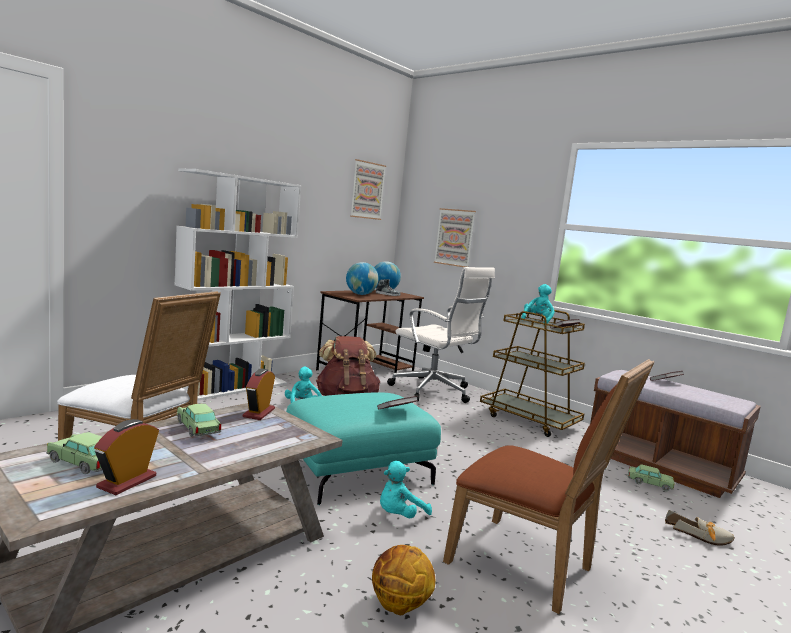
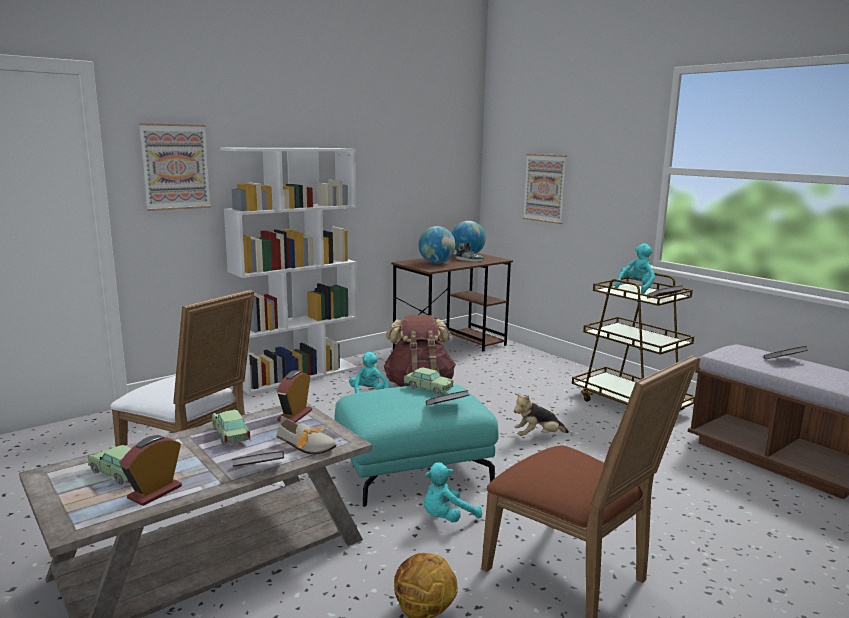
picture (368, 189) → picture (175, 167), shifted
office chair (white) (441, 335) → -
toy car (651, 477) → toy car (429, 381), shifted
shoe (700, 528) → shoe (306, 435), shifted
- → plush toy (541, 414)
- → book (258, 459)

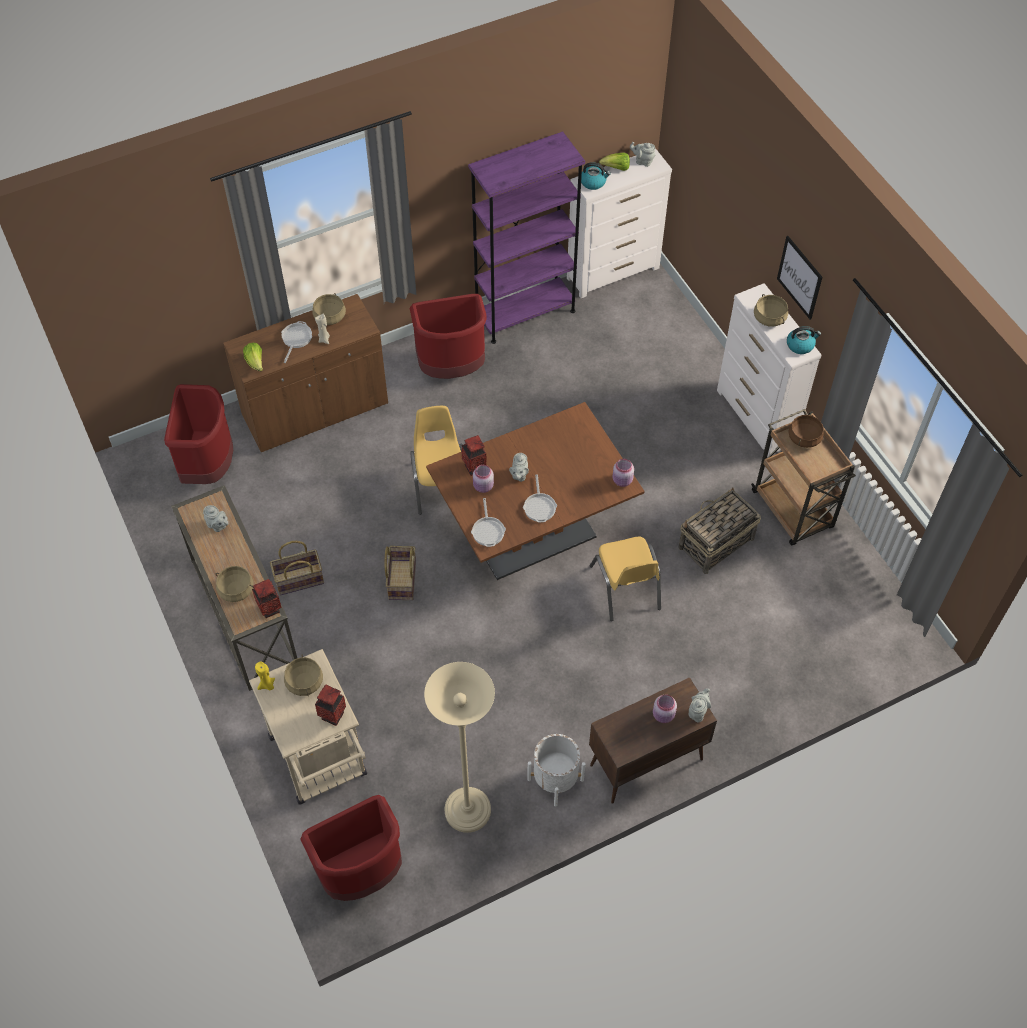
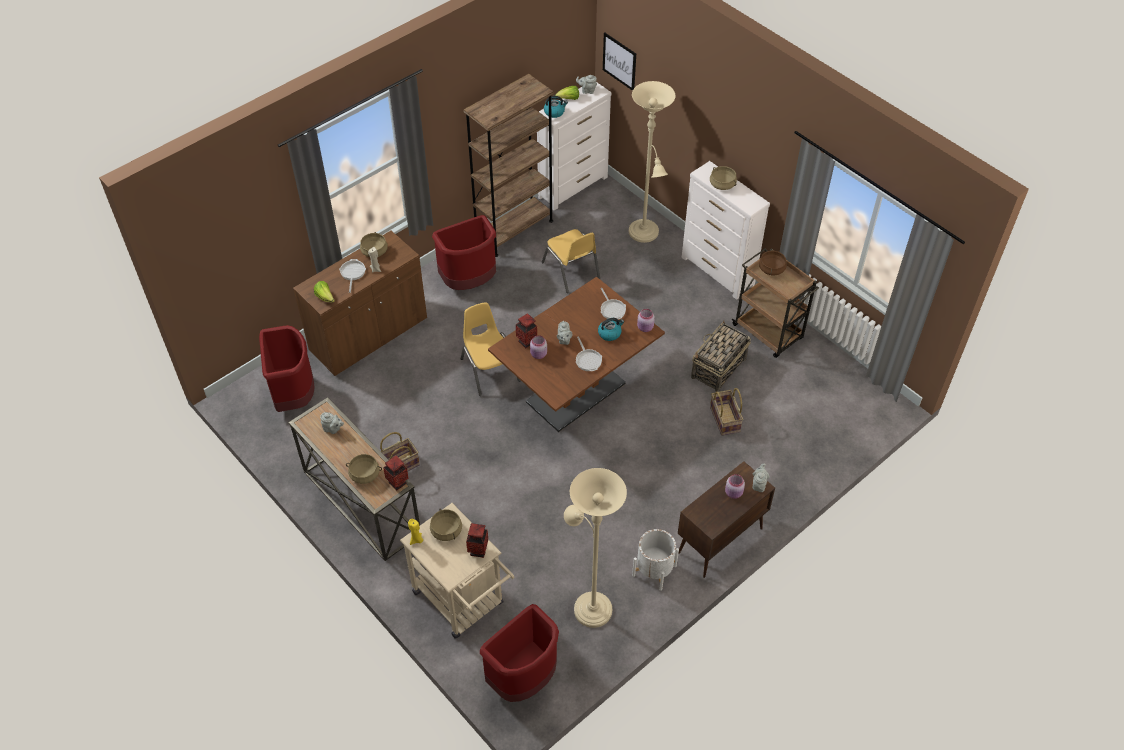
bookcase (purple) (526, 237) → bookcase (brown) (508, 165)
picture (799, 278) → picture (619, 62), shifted
kettle (804, 340) → kettle (611, 329), shifted
frying pan (488, 522) → frying pan (613, 303), shifted
chair (yellow) (625, 579) → chair (yellow) (571, 261), shifted
basket (400, 573) → basket (726, 412), shifted
- → floor lamp (beige) (652, 162)

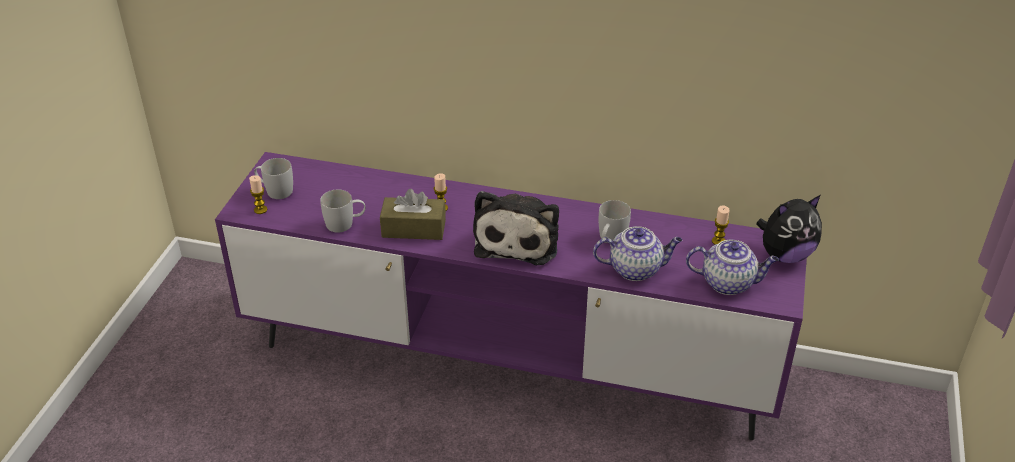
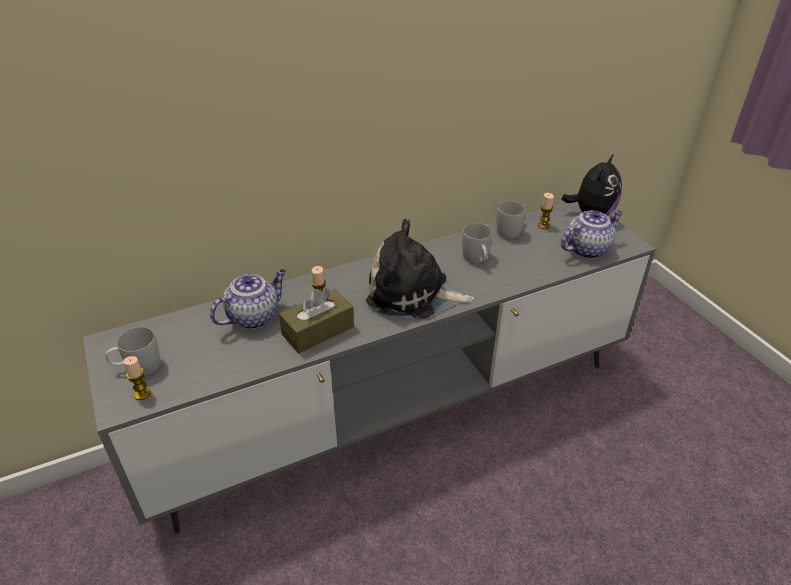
tv stand (purple) (511, 296) → tv stand (grey) (369, 367)
mug (white) (343, 210) → mug (white) (511, 220), shifted
plush toy (516, 228) → plush toy (420, 269), 135 degrees clockwise
teapot (637, 253) → teapot (248, 299), shifted

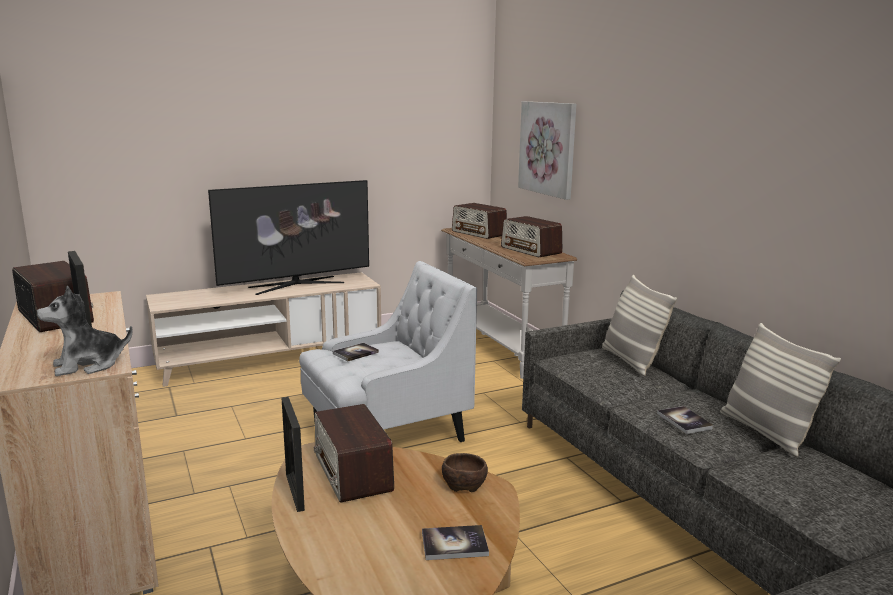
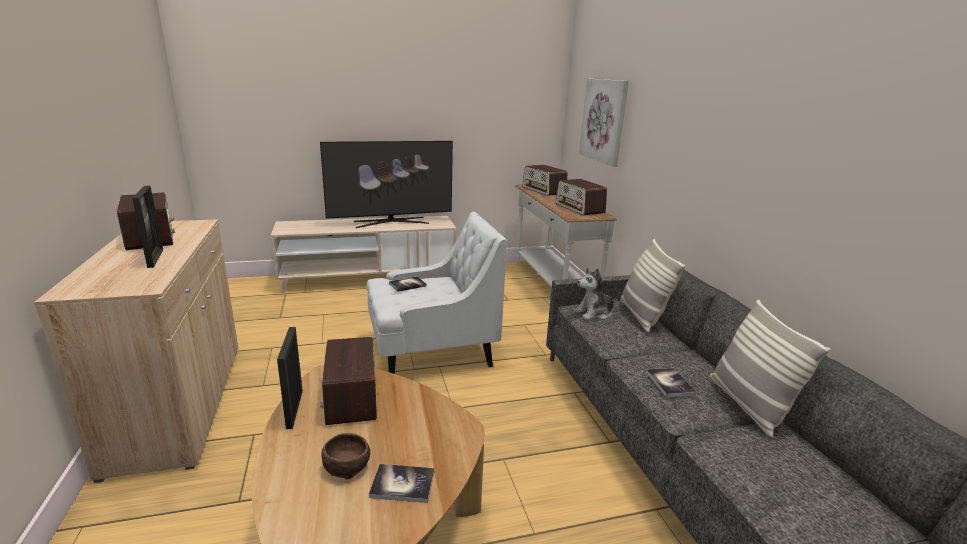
plush toy (84, 331) → plush toy (597, 294), shifted
bowl (brown) (465, 472) → bowl (brown) (346, 456), shifted

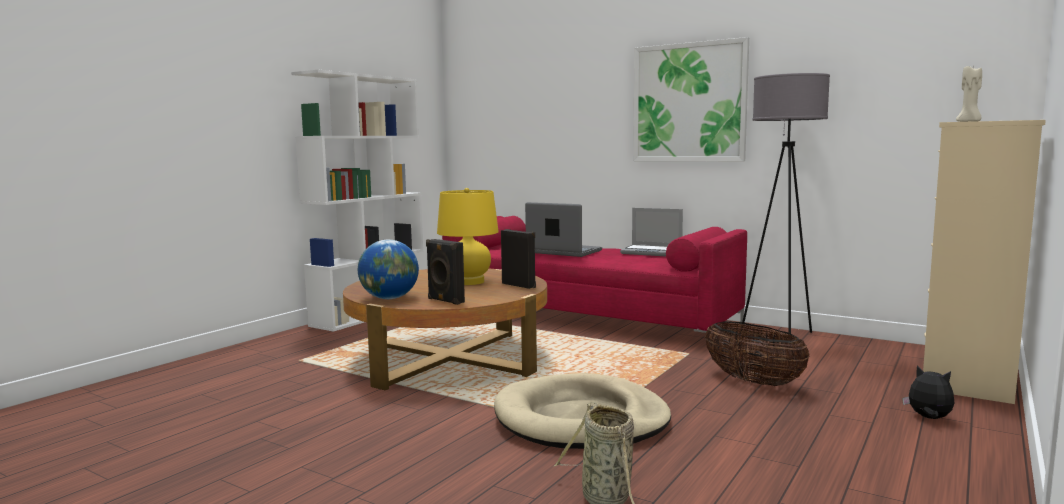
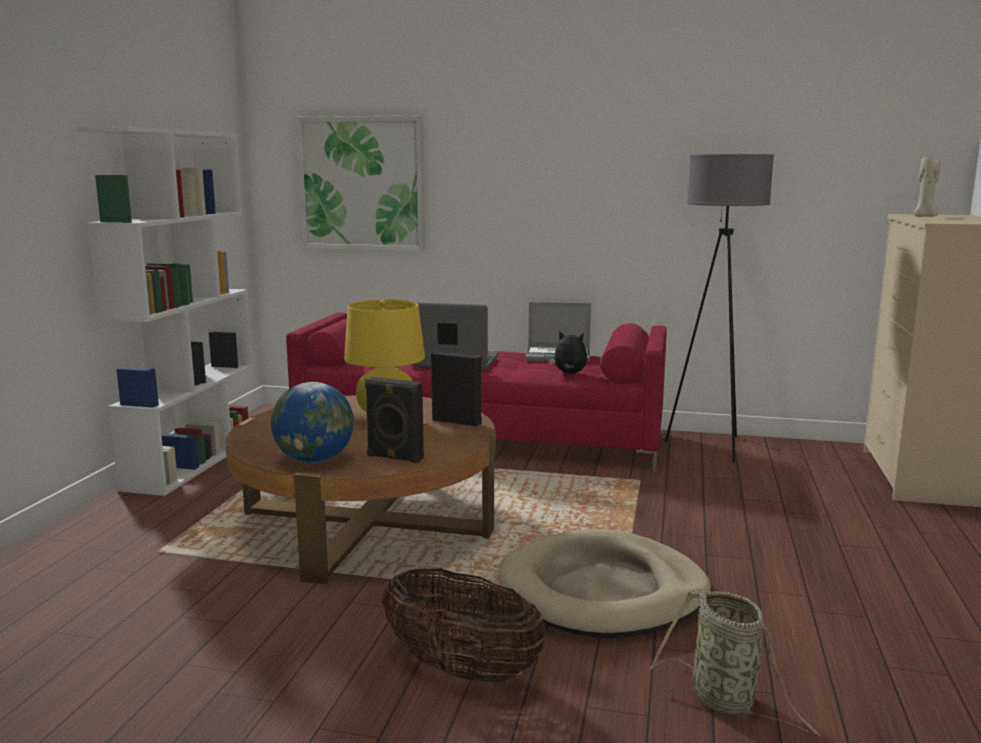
picture (691, 99) → picture (360, 183), shifted
basket (757, 353) → basket (464, 625), shifted
plush toy (928, 392) → plush toy (568, 352), shifted

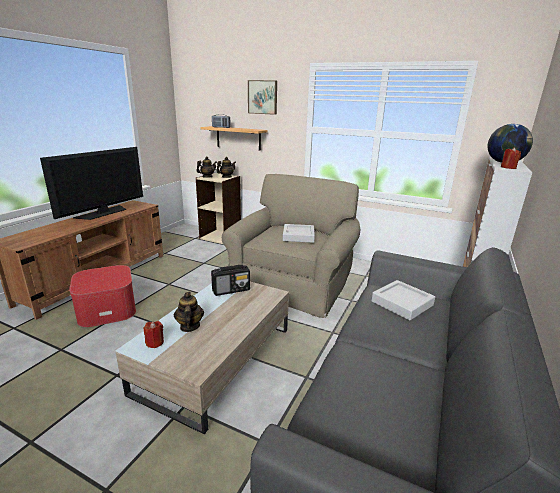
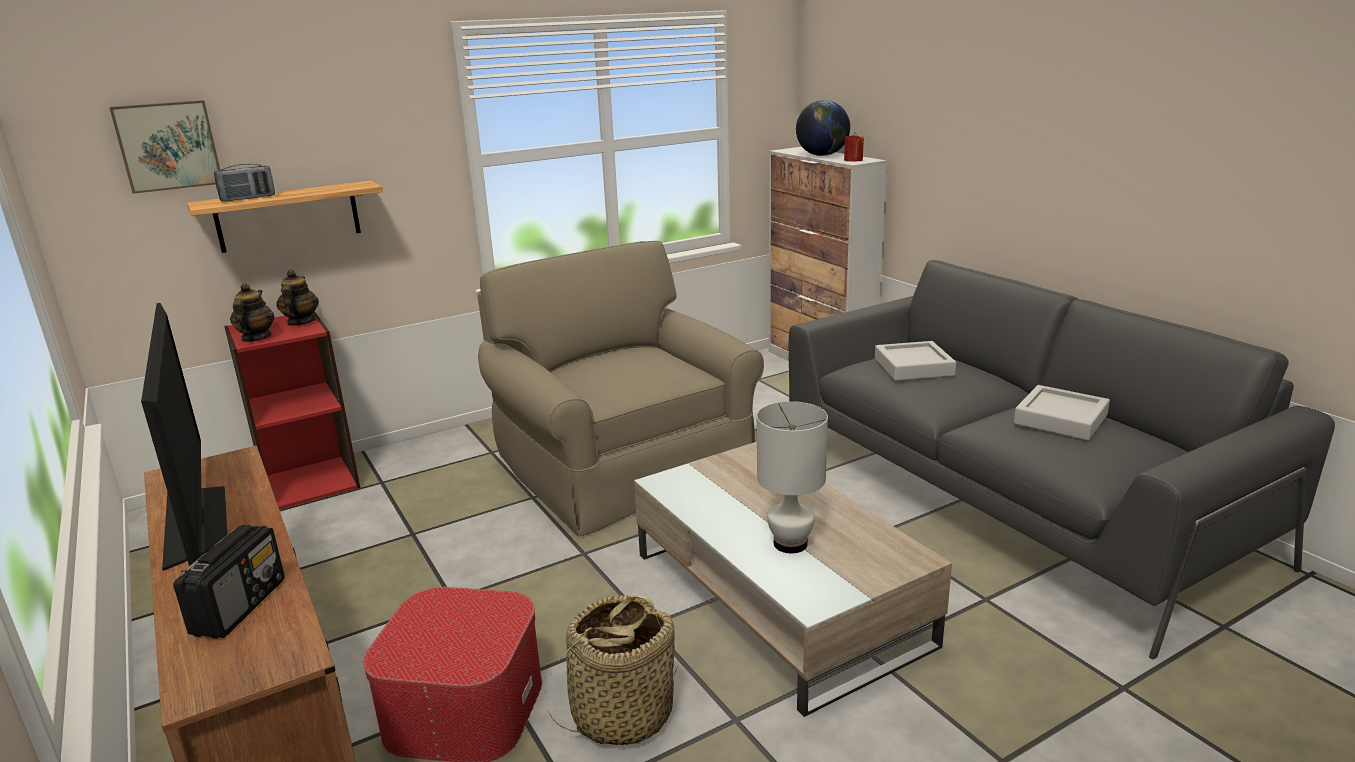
picture (262, 97) → picture (164, 147), shifted
bookcase (beige) (218, 208) → bookcase (red) (292, 410)
tray (grey) (299, 233) → tray (grey) (1062, 412), shifted
radio (230, 280) → radio (229, 582), shifted
teapot (189, 312) → table lamp (white) (792, 477)
candle (red) (154, 334) → -
- → basket (612, 670)

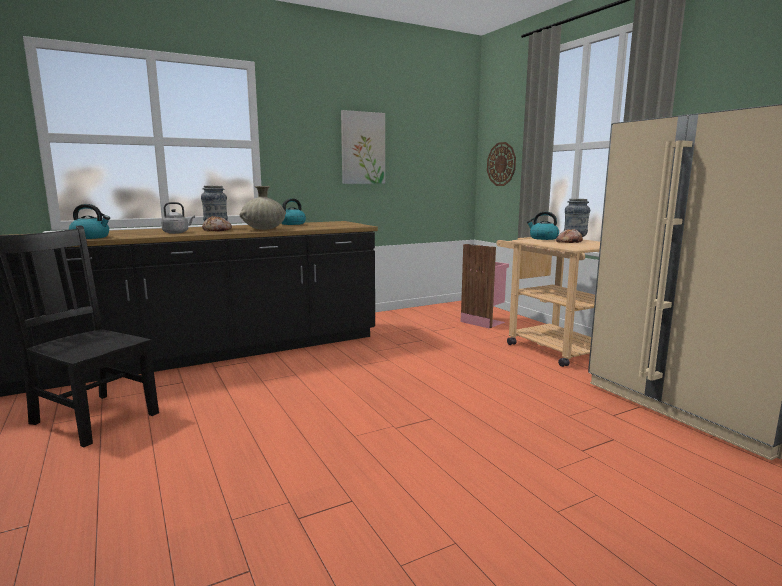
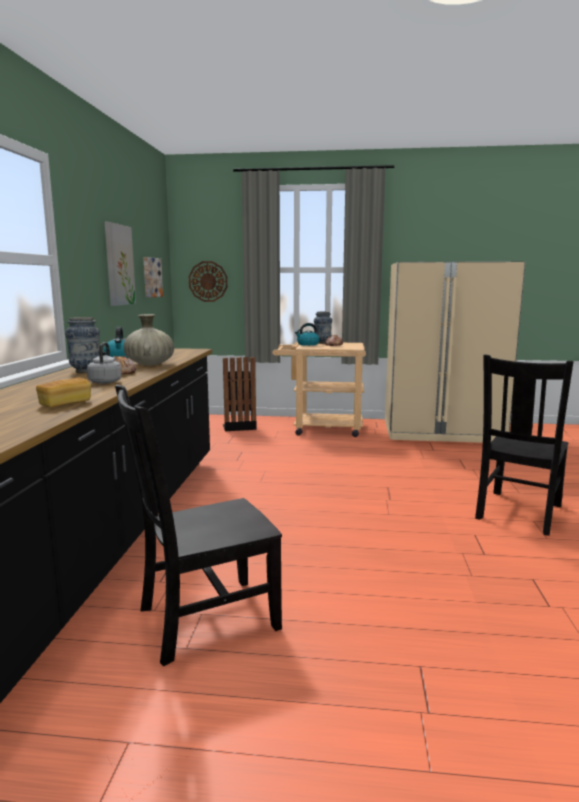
kettle (89, 221) → bread (63, 392)
trash can (pink) (485, 286) → trash can (black) (240, 394)
- → picture (153, 277)
- → chair (black) (524, 445)

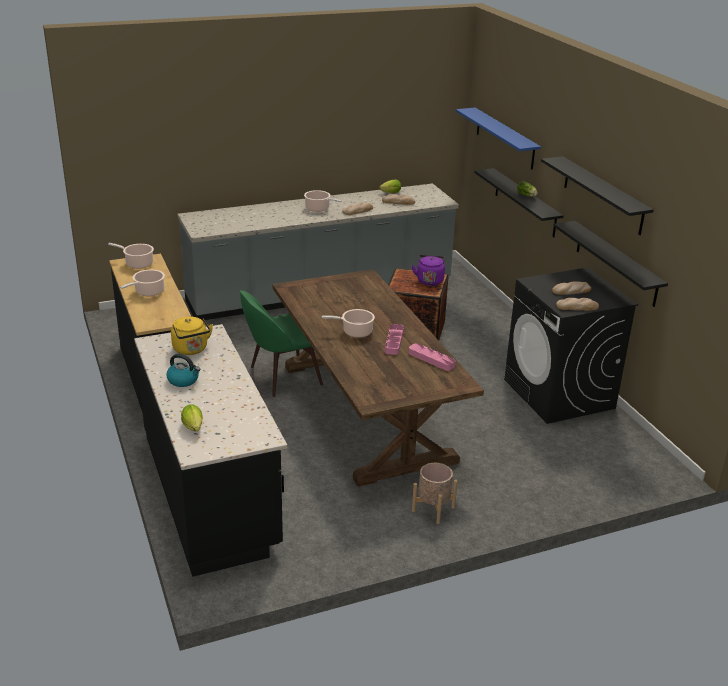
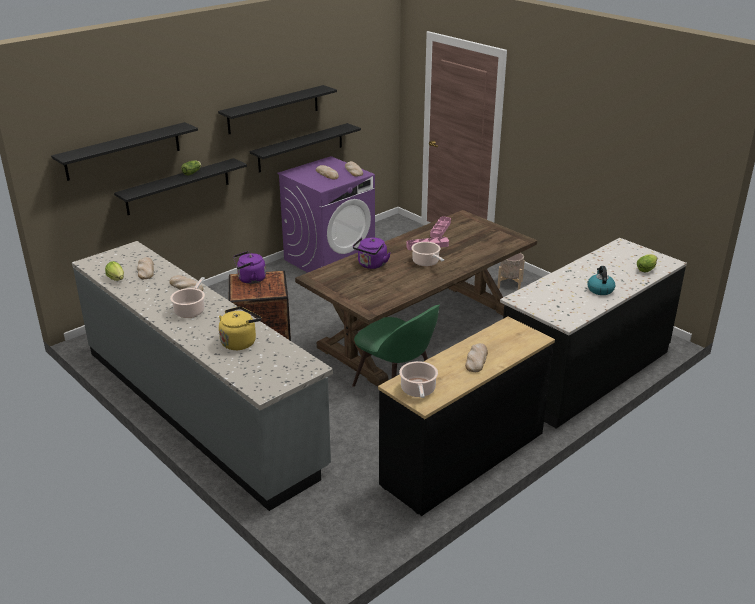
shelf (blue) (498, 139) → shelf (black) (124, 151)
washing machine (black) (571, 345) → washing machine (purple) (326, 214)
cooking pot (142, 283) → bread (476, 357)
kettle (yellow) (192, 336) → kettle (yellow) (240, 328), shifted
- → kettle (purple) (371, 253)

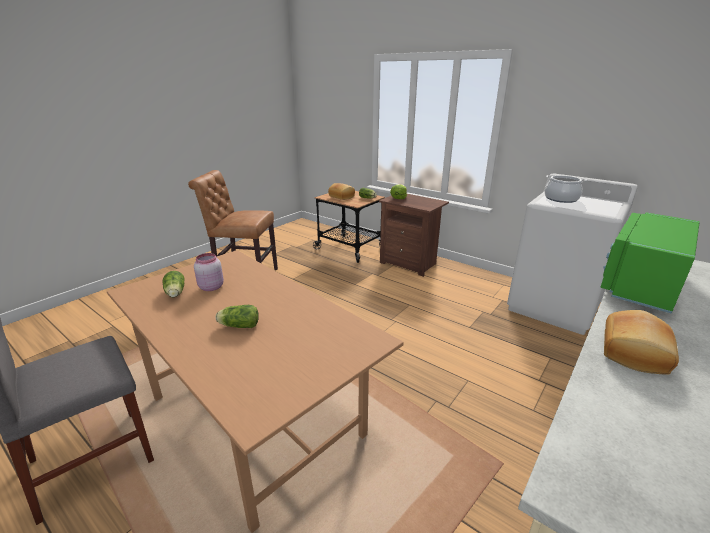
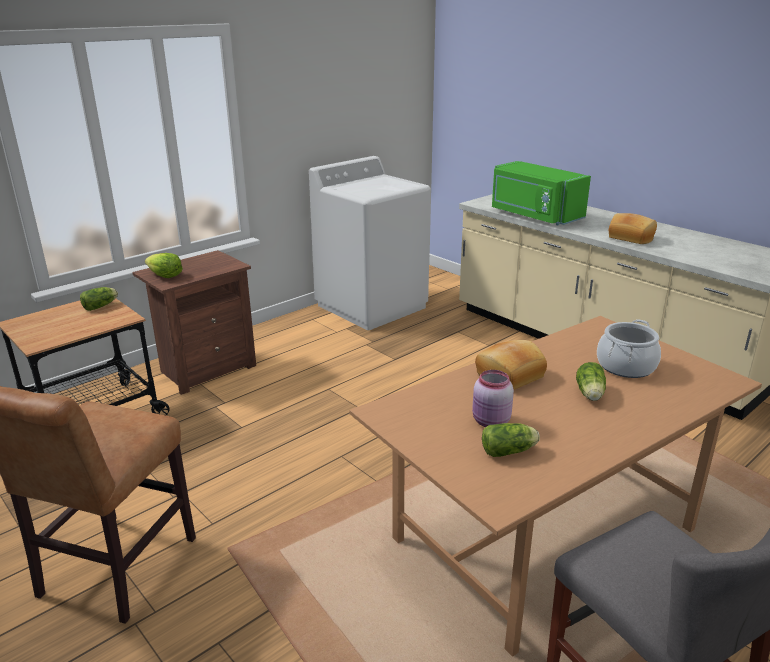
cooking pot (566, 189) → cooking pot (629, 348), shifted
bread (341, 191) → bread (511, 365), shifted

